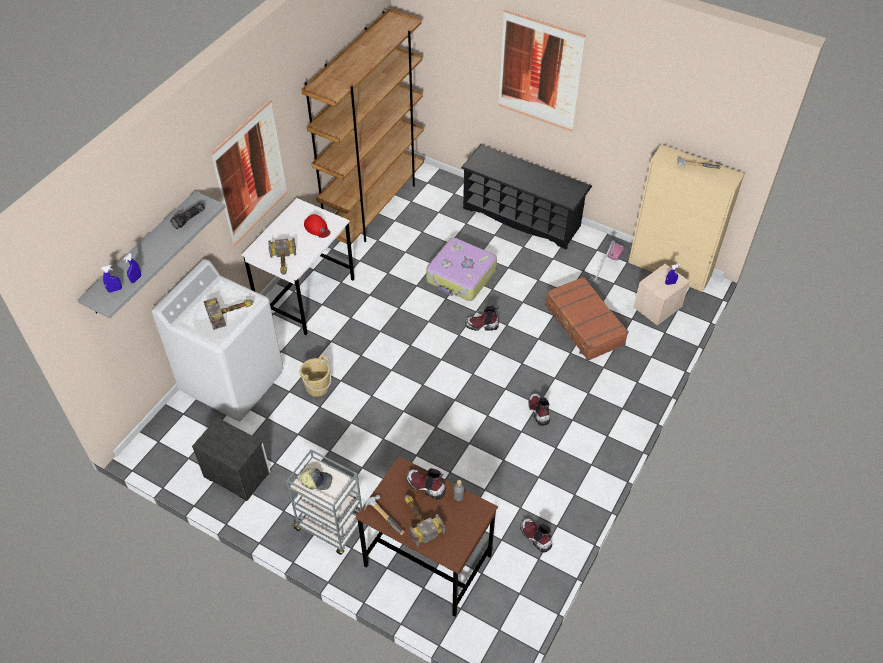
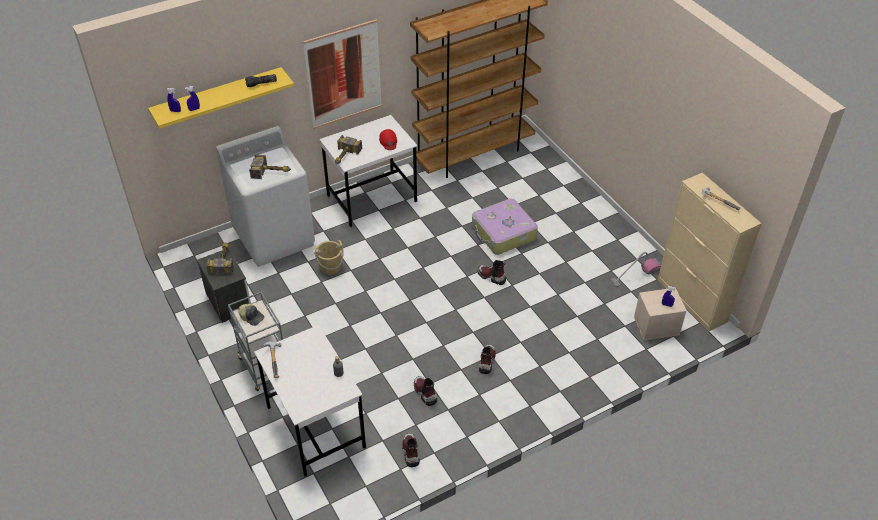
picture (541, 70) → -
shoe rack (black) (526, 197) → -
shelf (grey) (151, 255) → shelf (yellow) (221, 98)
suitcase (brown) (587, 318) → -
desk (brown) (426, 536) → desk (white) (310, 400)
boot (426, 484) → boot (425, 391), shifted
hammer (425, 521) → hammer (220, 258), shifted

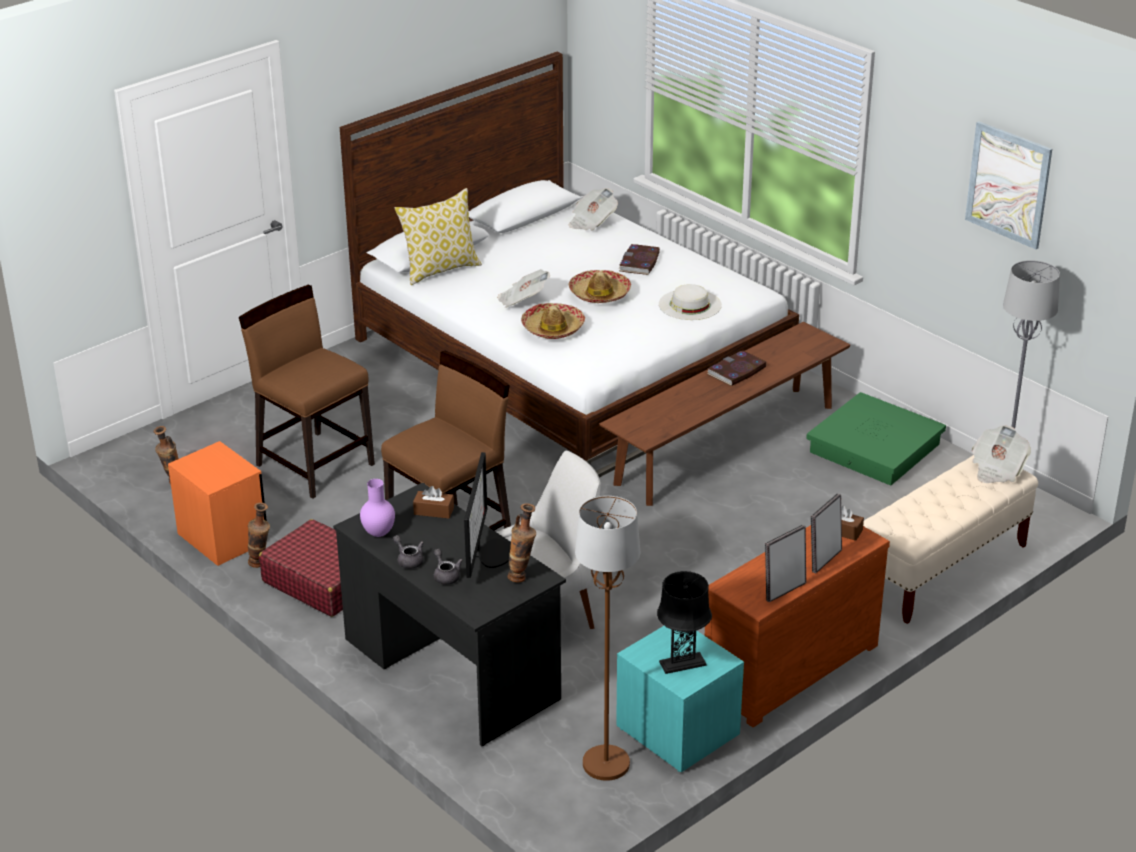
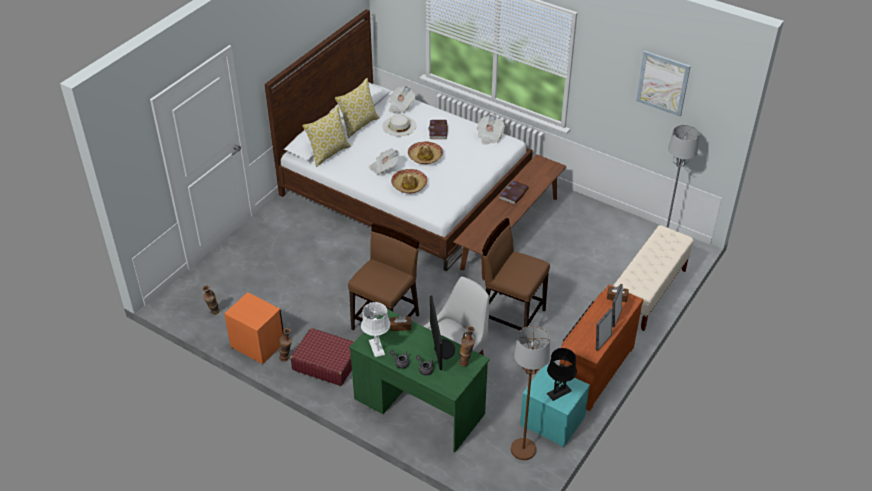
hat (white) (690, 302) → hat (white) (399, 125), shifted
chair (brown) (307, 392) → chair (brown) (516, 274), shifted
storage box (green) (876, 438) → -
newspaper (1001, 454) → newspaper (491, 129), shifted
vase (purple) (377, 508) → table lamp (white) (375, 329)
desk (black) (449, 614) → desk (green) (419, 381)
- → pillow (357, 108)

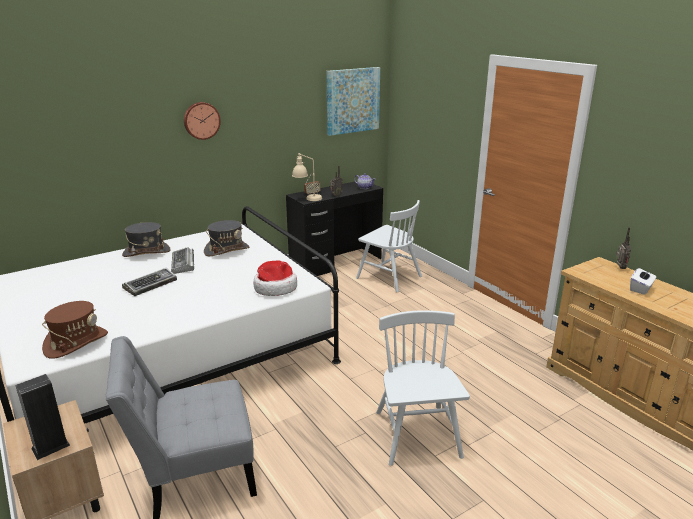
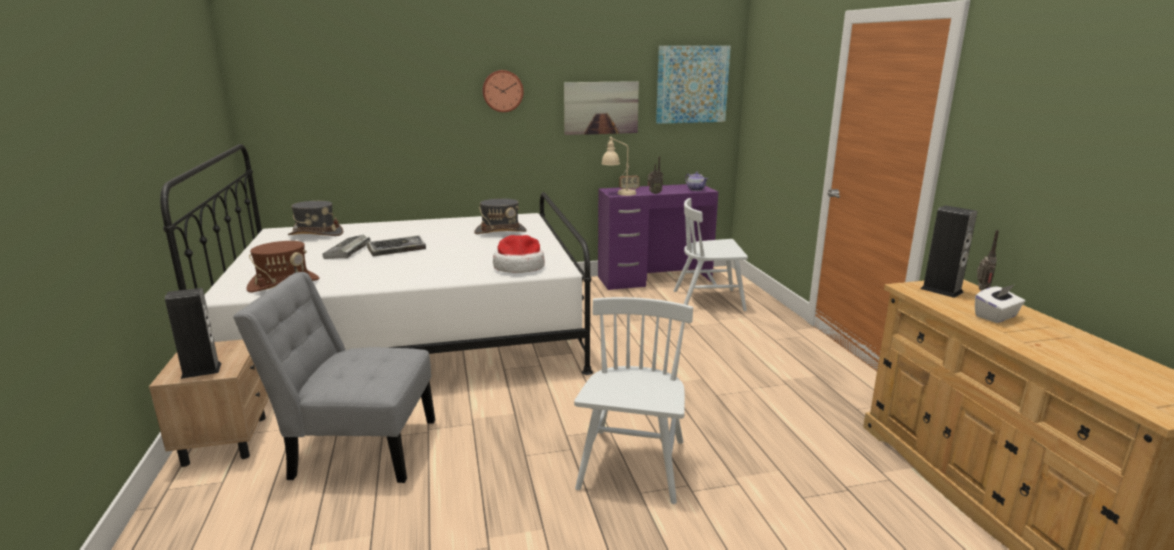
desk (black) (334, 228) → desk (purple) (658, 237)
chair (white) (389, 246) → chair (white) (711, 254), 120 degrees clockwise
hat (grey) (146, 239) → hat (grey) (315, 218), shifted
keyboard (182, 260) → keyboard (347, 247), shifted
- → picture (601, 108)
- → speaker (948, 251)

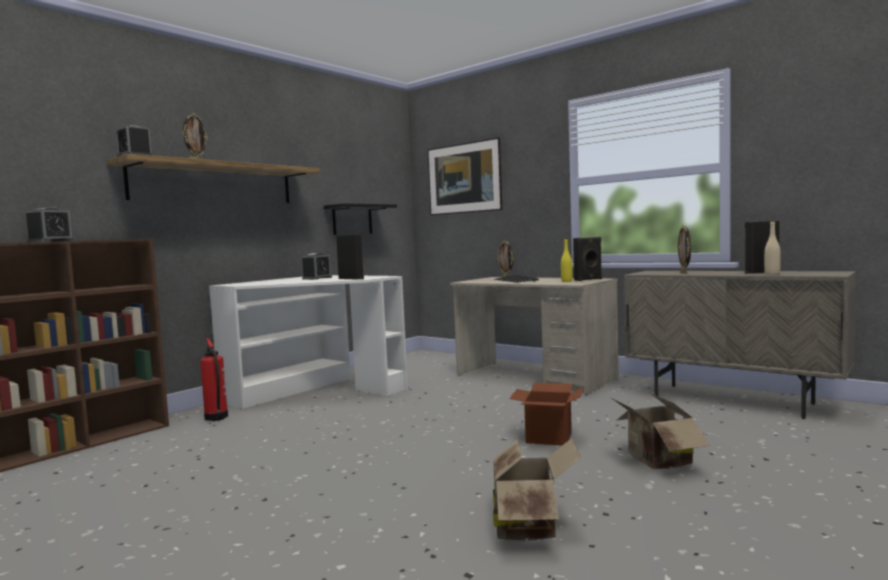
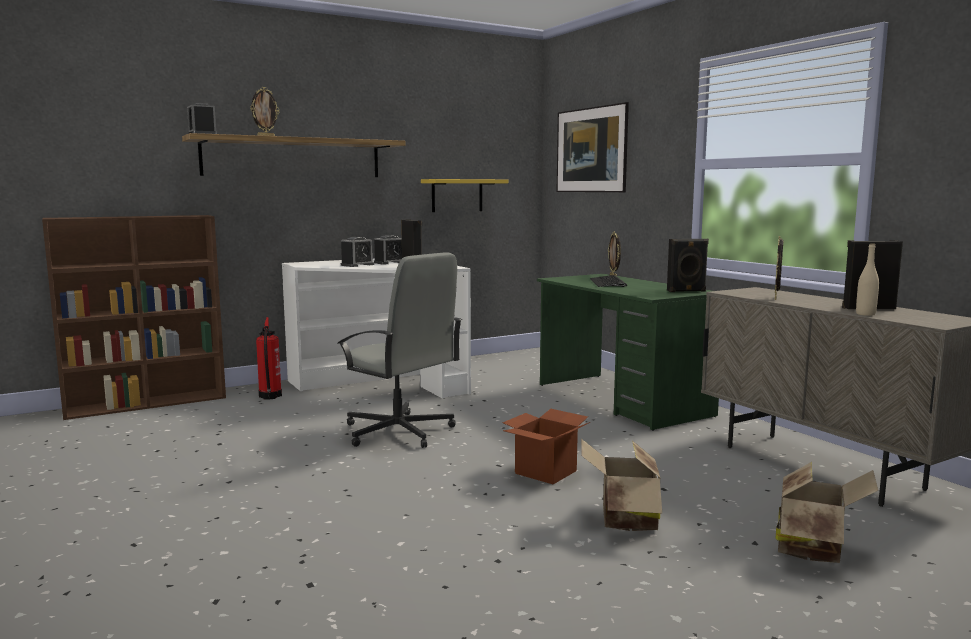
shelf (black) (360, 219) → shelf (yellow) (464, 195)
alarm clock (50, 224) → alarm clock (357, 252), shifted
bottle (yellow) (567, 260) → -
desk (beige) (534, 336) → desk (green) (628, 352)
cardboard box (537, 489) → cardboard box (826, 512), shifted
- → office chair (grey) (400, 350)

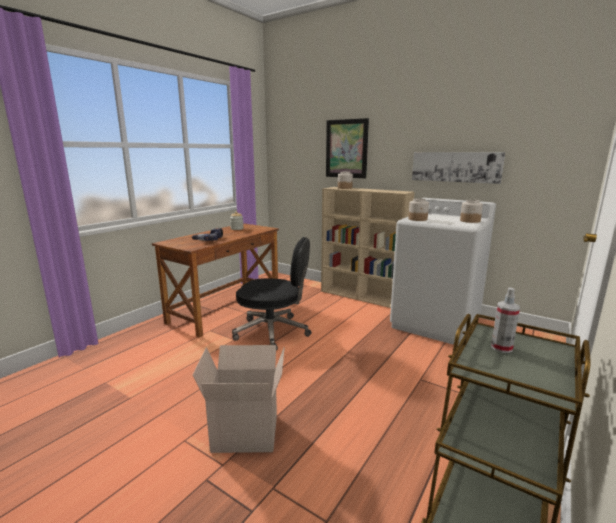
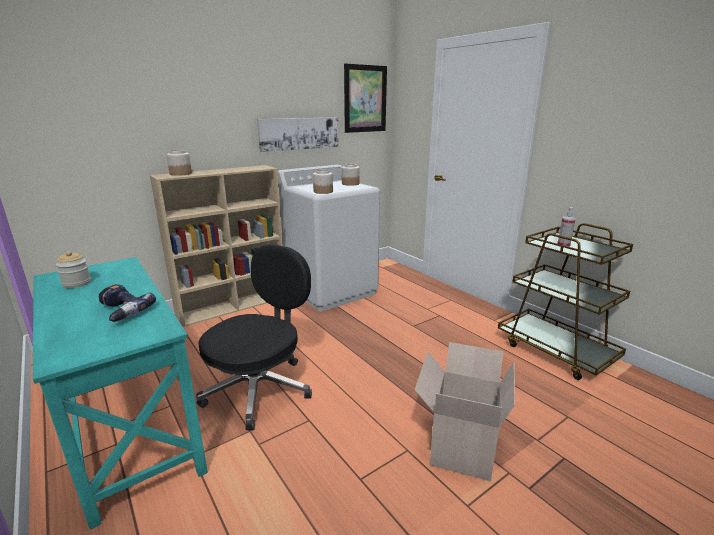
picture (347, 148) → picture (365, 98), shifted
desk (brown) (215, 280) → desk (turquoise) (120, 393)

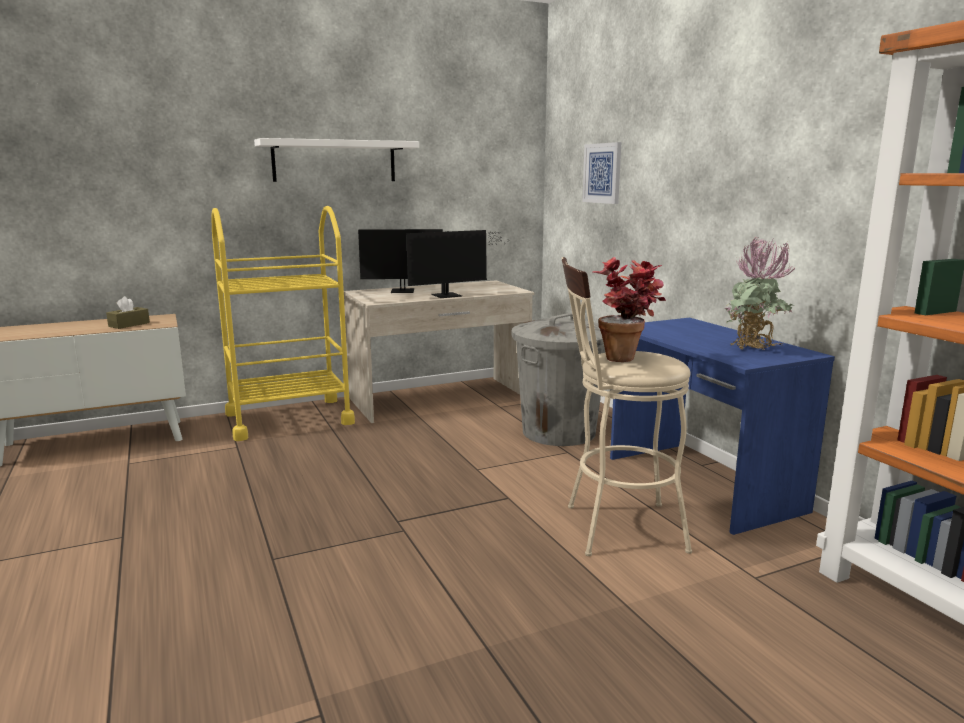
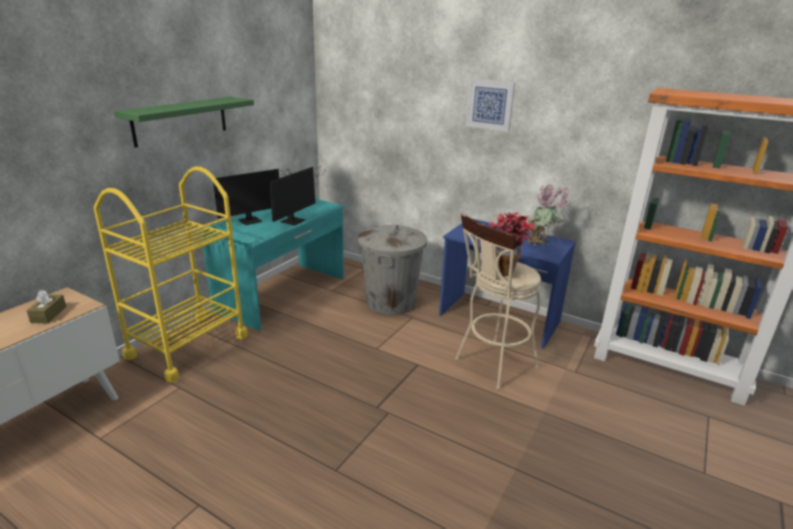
shelf (white) (336, 160) → shelf (green) (184, 122)
picture (601, 173) → picture (490, 105), shifted
desk (beige) (439, 351) → desk (turquoise) (273, 265)

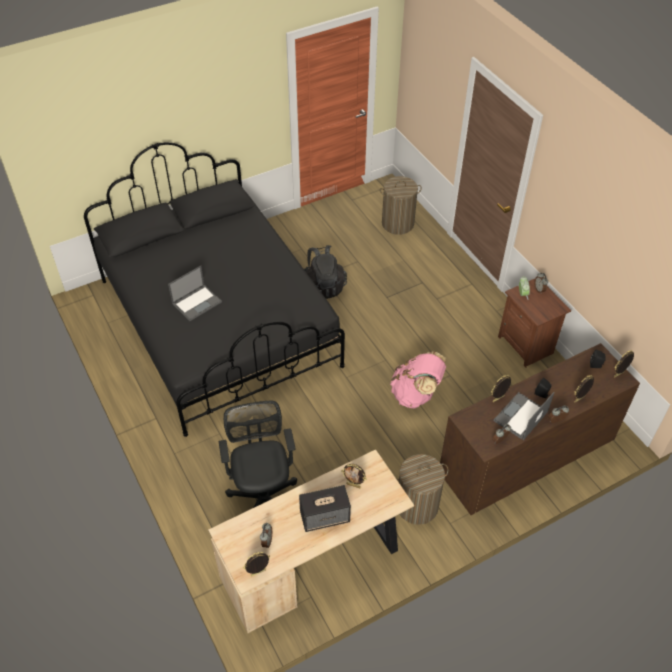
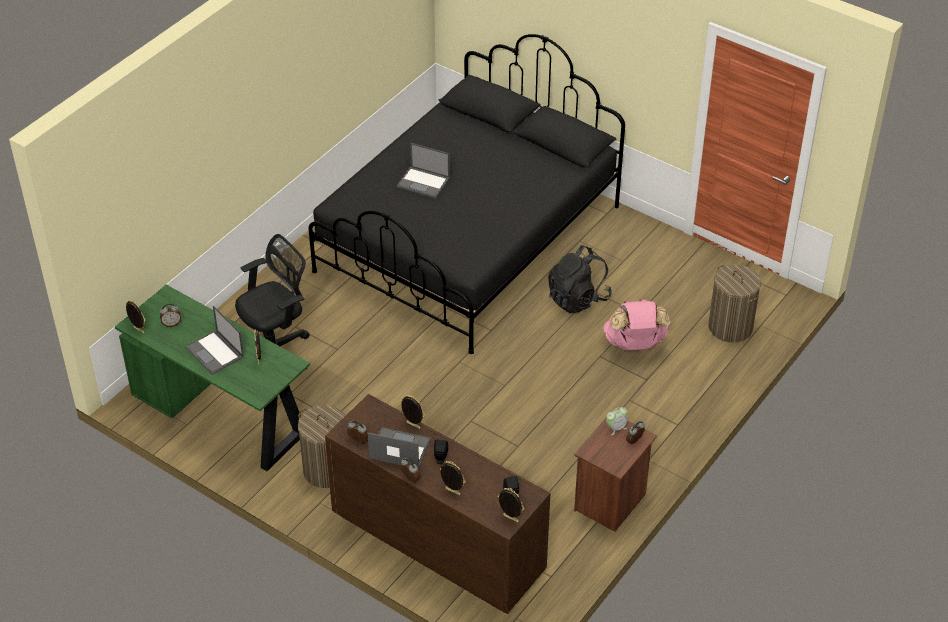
backpack (pink) (418, 380) → backpack (pink) (636, 324), shifted
desk (beige) (311, 541) → desk (green) (212, 378)
speaker (325, 508) → laptop (214, 340)

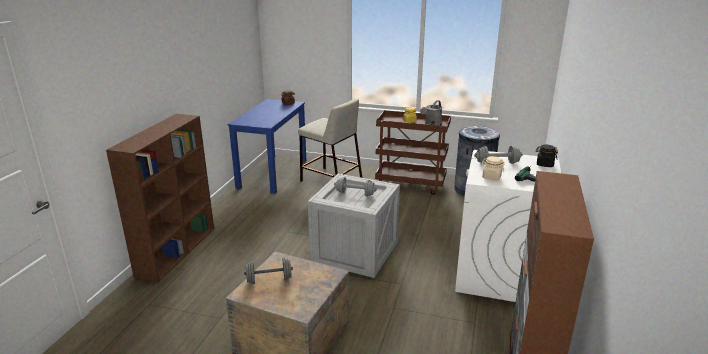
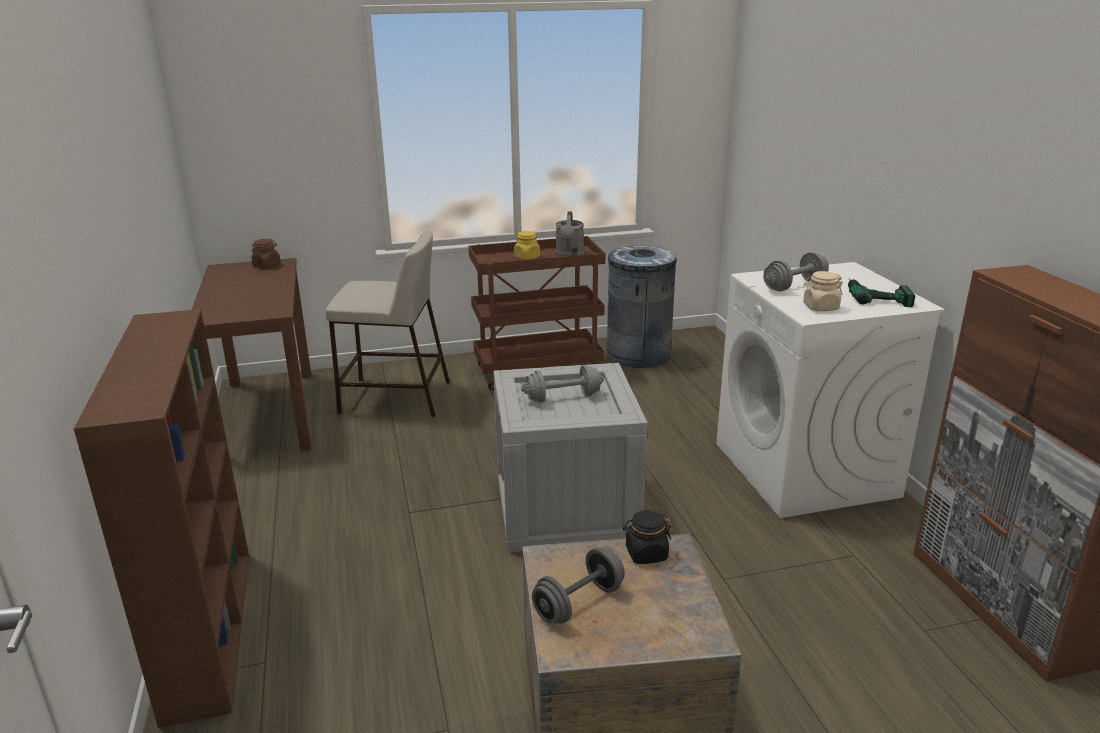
desk (blue) (267, 146) → desk (brown) (251, 354)
jar (black) (547, 156) → jar (black) (647, 537), shifted

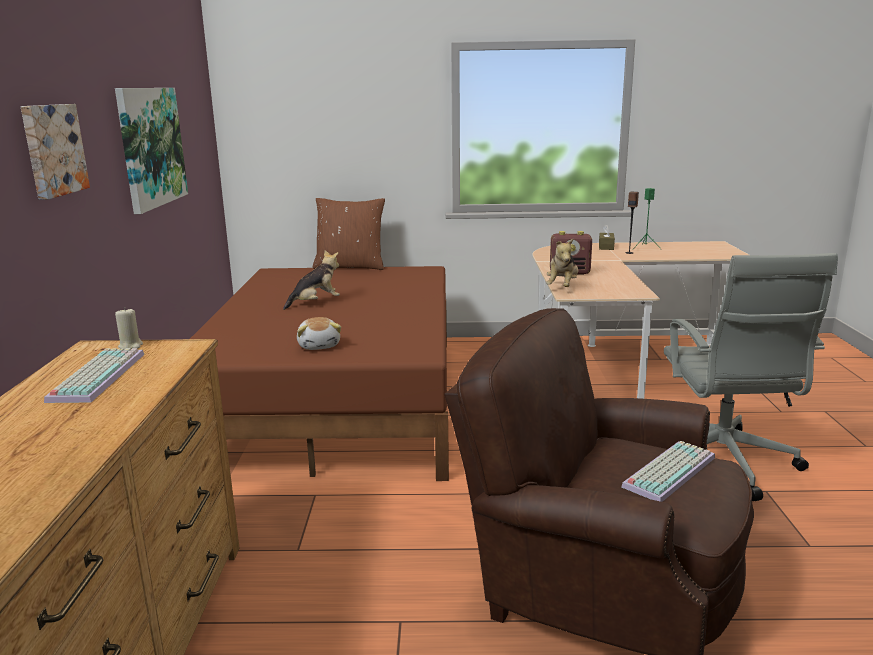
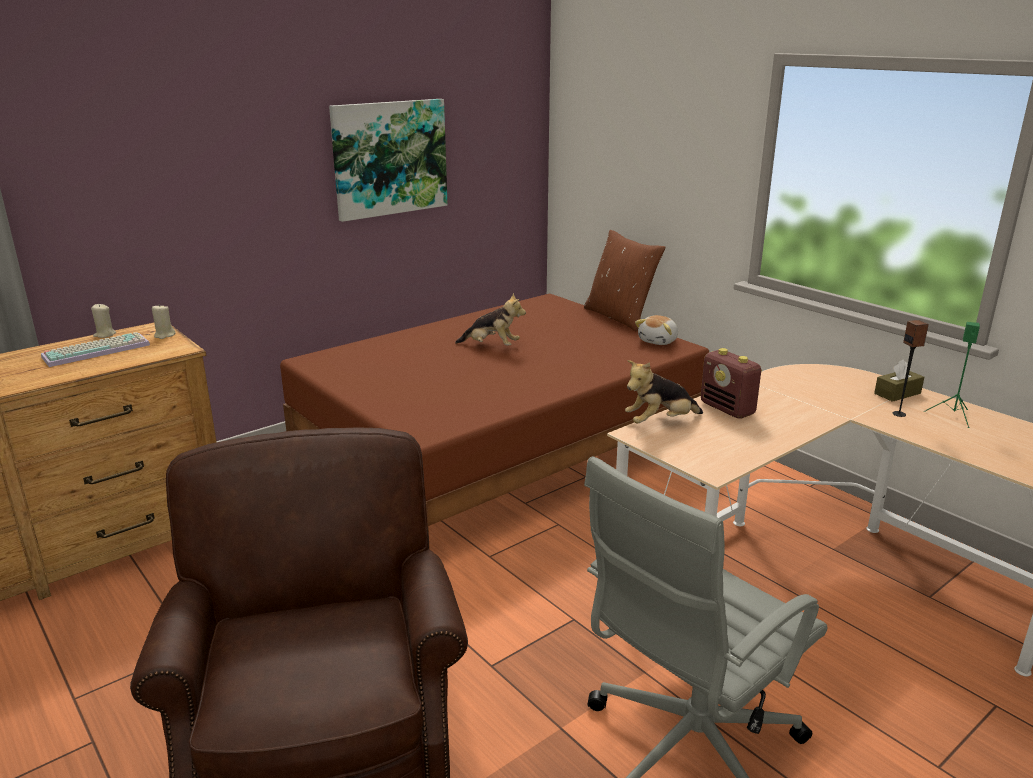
picture (55, 152) → -
plush toy (319, 333) → plush toy (656, 330), shifted
keyboard (668, 471) → -
- → candle (beige) (103, 321)

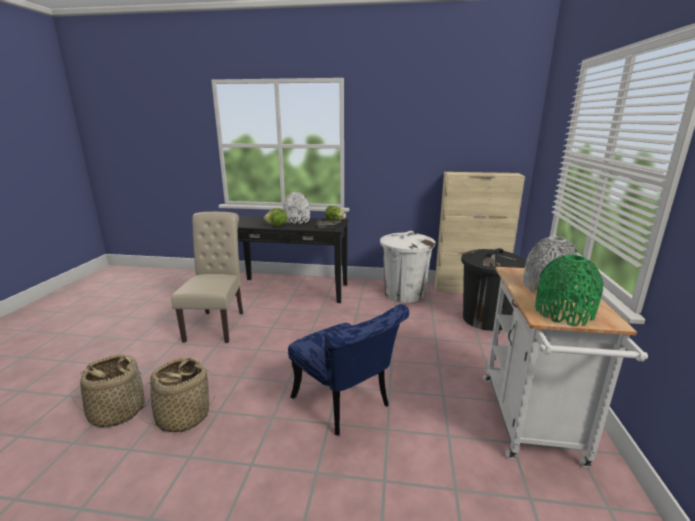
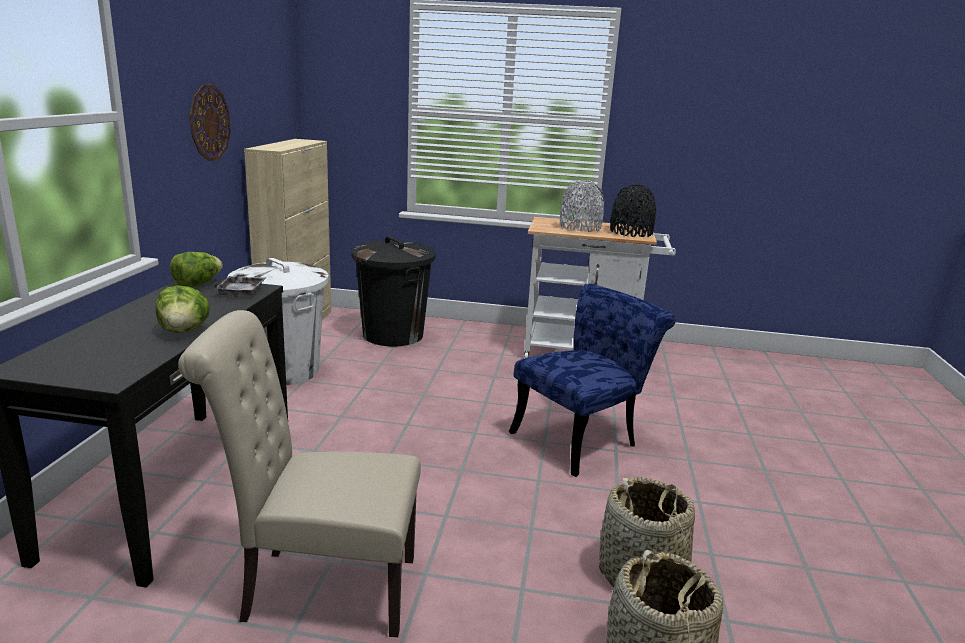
vase (white) (296, 208) → -
vase (green) (569, 290) → vase (black) (633, 210)
- → wall clock (210, 123)

